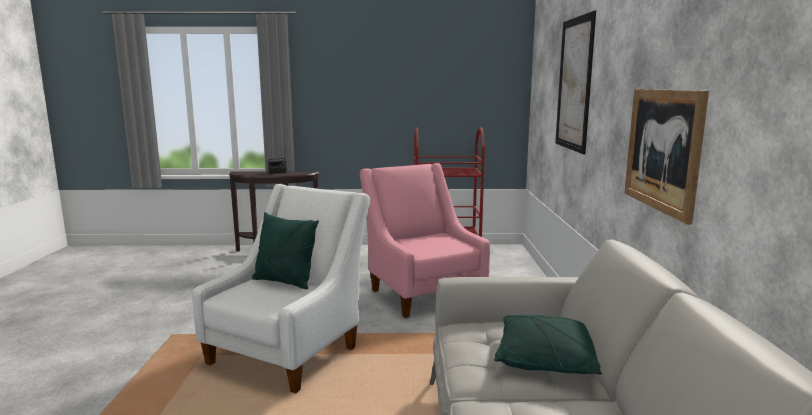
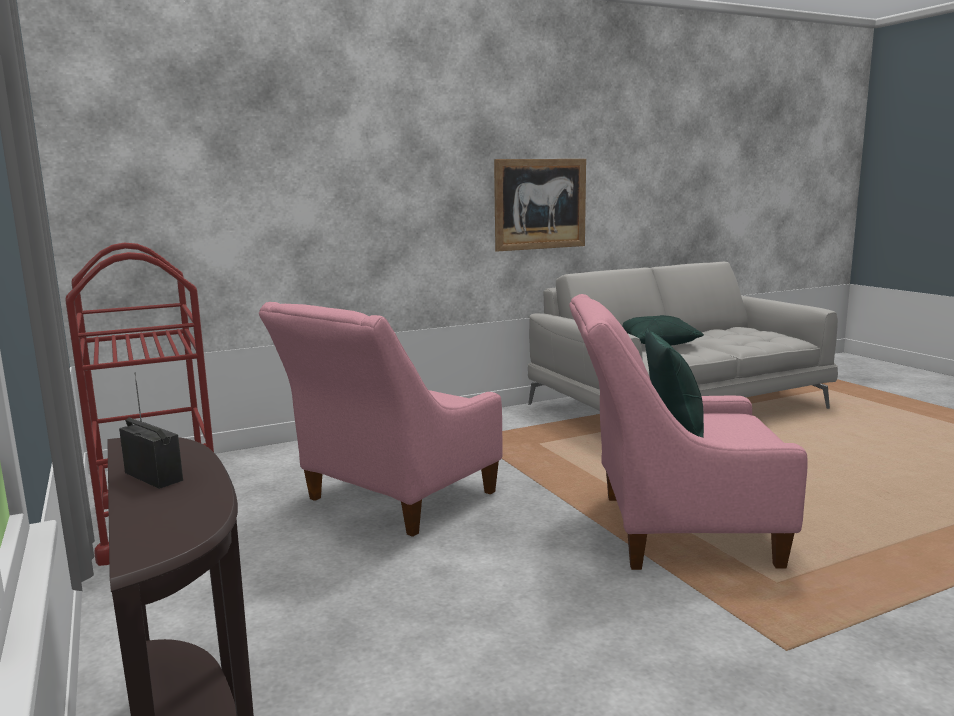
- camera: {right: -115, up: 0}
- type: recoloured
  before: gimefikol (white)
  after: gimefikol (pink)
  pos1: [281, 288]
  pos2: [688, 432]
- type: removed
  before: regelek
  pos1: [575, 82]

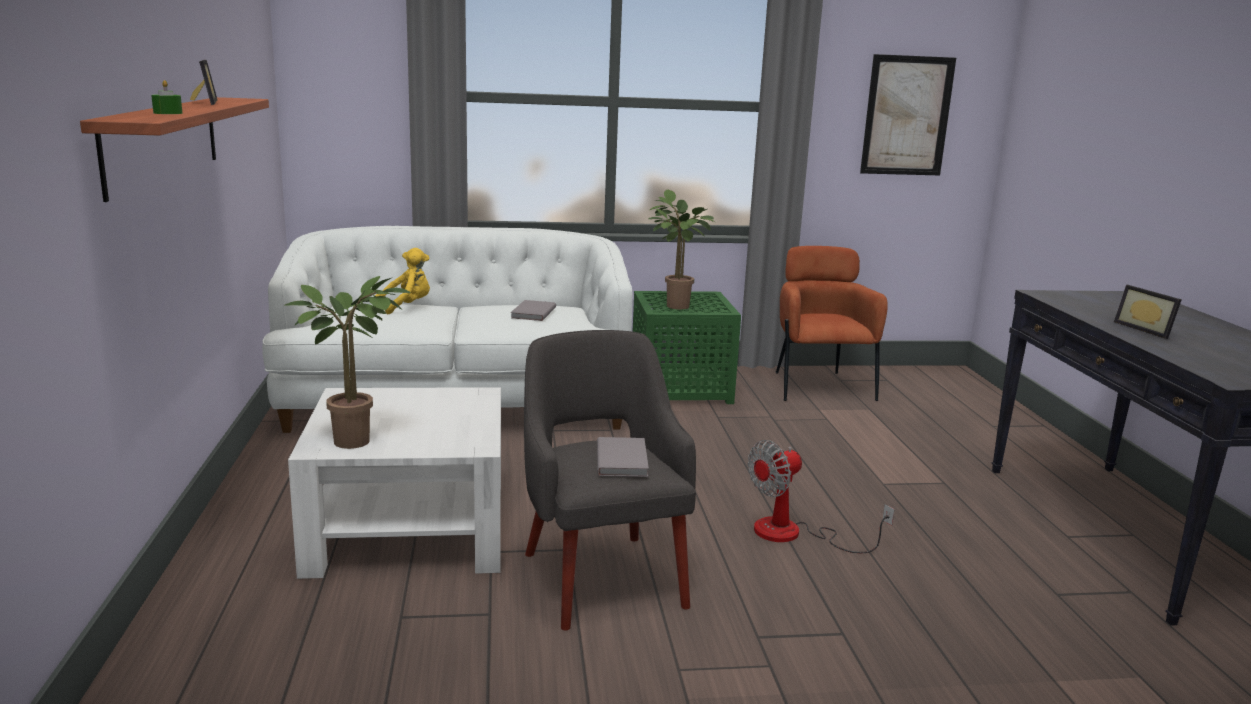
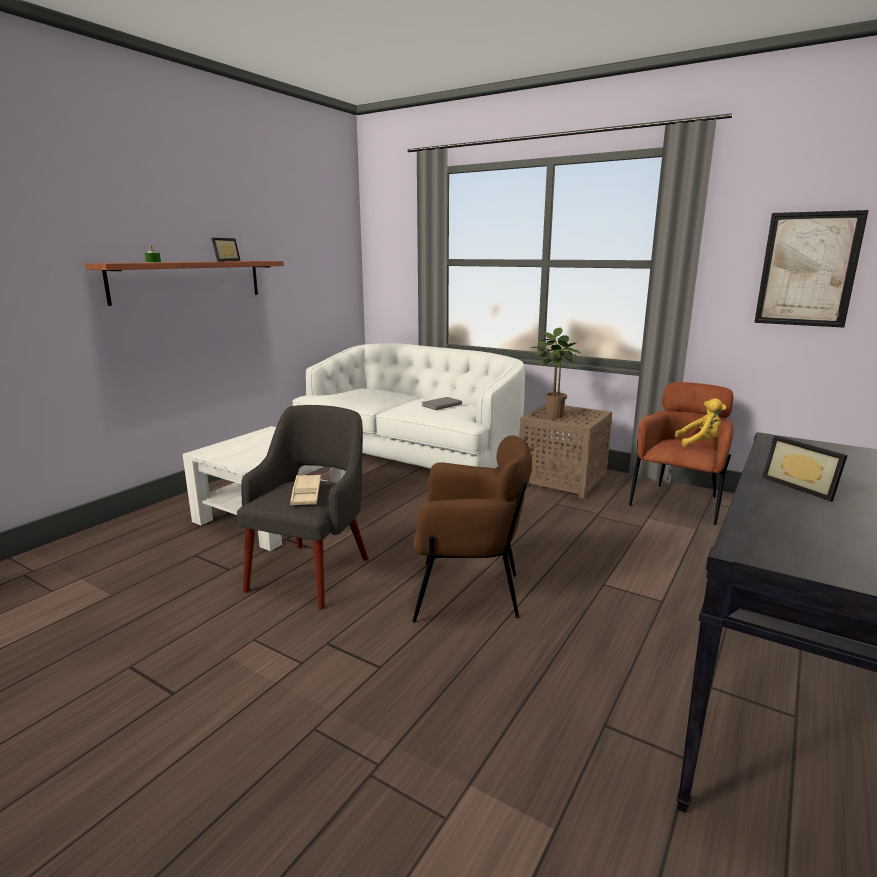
- camera: {right: 40, up: 0}
- type: removed
  before: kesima
  pos1: [347, 362]
- type: moved
  before: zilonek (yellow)
  pos1: [402, 281]
  pos2: [700, 422]
- type: replaced
  before: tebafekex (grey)
  after: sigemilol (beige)
  pos1: [623, 457]
  pos2: [305, 490]
- type: recoloured
  before: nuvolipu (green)
  after: nuvolipu (brown)
  pos1: [687, 347]
  pos2: [566, 451]
- type: replaced
  before: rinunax
  after: gimefikol (brown)
  pos1: [821, 496]
  pos2: [472, 529]
- type: turned
  before: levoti
  pos1: [1148, 311]
  pos2: [805, 468]
  turn: -45

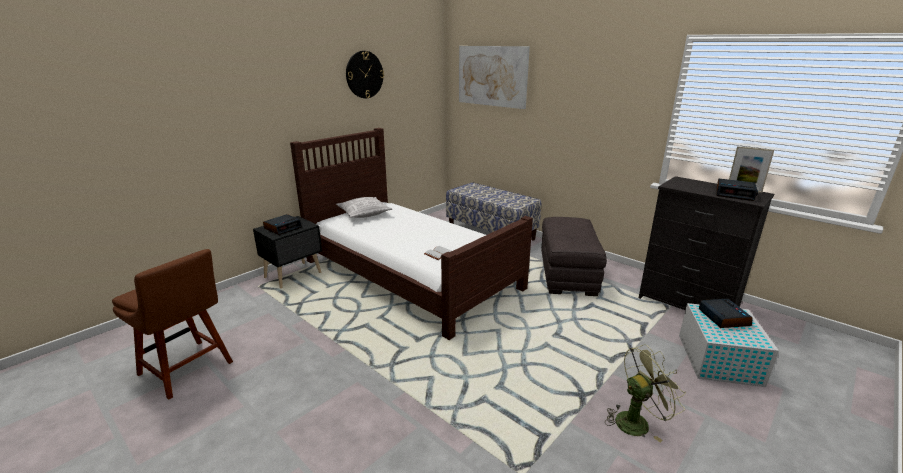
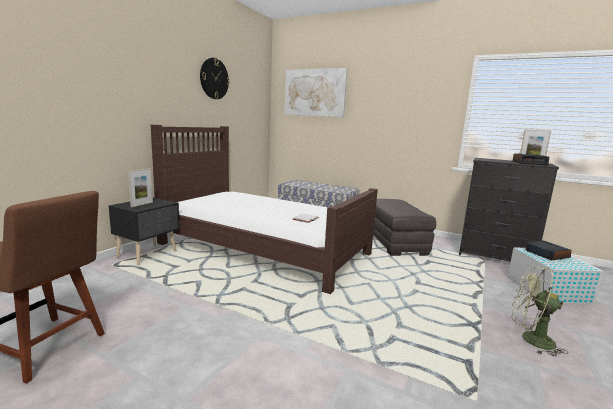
- camera: {right: -15, up: -10}
- type: replaced
  before: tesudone
  after: levoti
  pos1: [282, 224]
  pos2: [140, 187]
- type: removed
  before: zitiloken
  pos1: [364, 207]
- type: turned
  before: rinunax (green)
  pos1: [645, 393]
  pos2: [539, 311]
  turn: -120

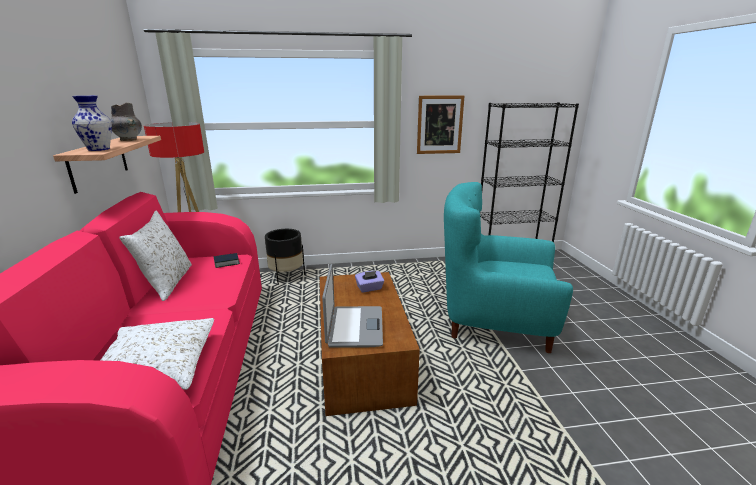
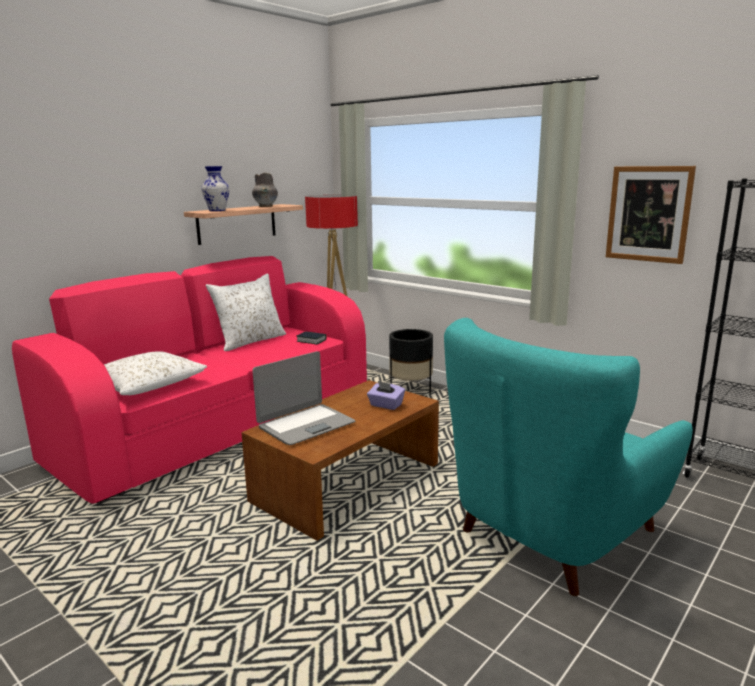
- camera: {right: 50, up: -5}
- type: turned
  before: gimefikol (turquoise)
  pos1: [508, 267]
  pos2: [568, 457]
  turn: -105

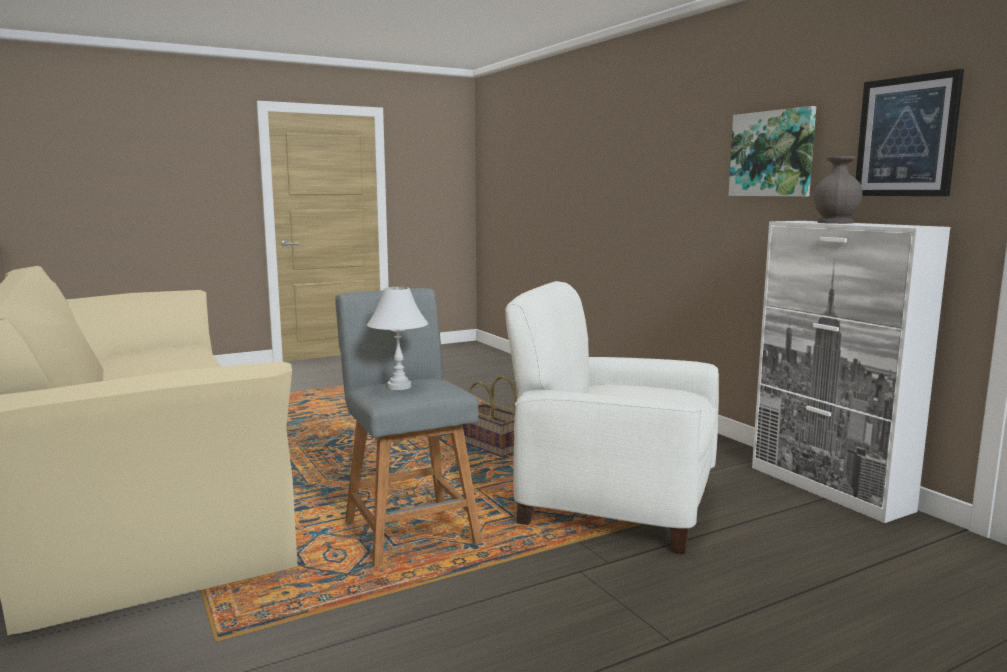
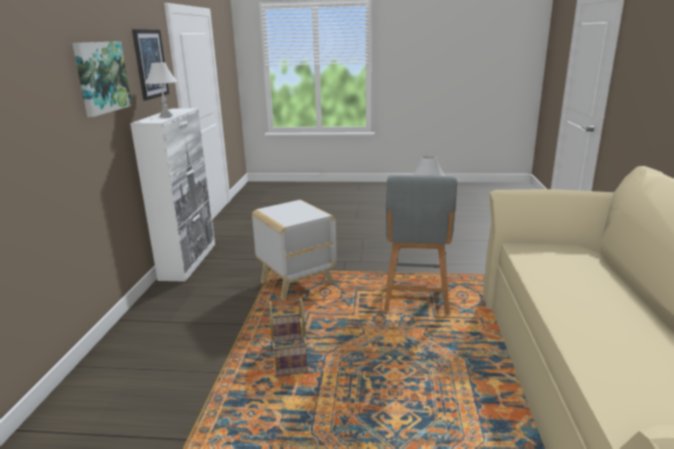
- camera: {right: -145, up: 10}
- type: replaced
  before: gimefikol (white)
  after: nuvolipu (white)
  pos1: [612, 417]
  pos2: [294, 250]
- type: replaced
  before: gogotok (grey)
  after: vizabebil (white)
  pos1: [838, 190]
  pos2: [161, 89]

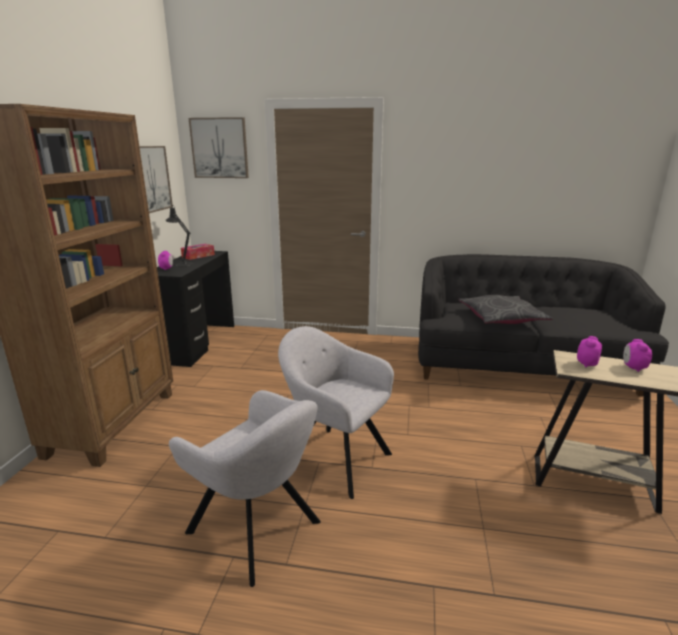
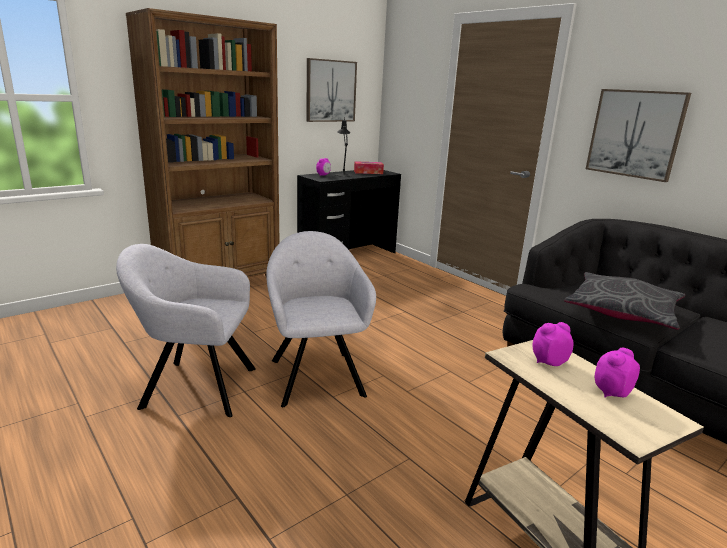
- camera: {right: 40, up: 0}
- type: turned
  before: gimefikol (grey)
  pos1: [245, 488]
  pos2: [186, 330]
  turn: 105
- type: moved
  before: regelek
  pos1: [219, 147]
  pos2: [638, 135]

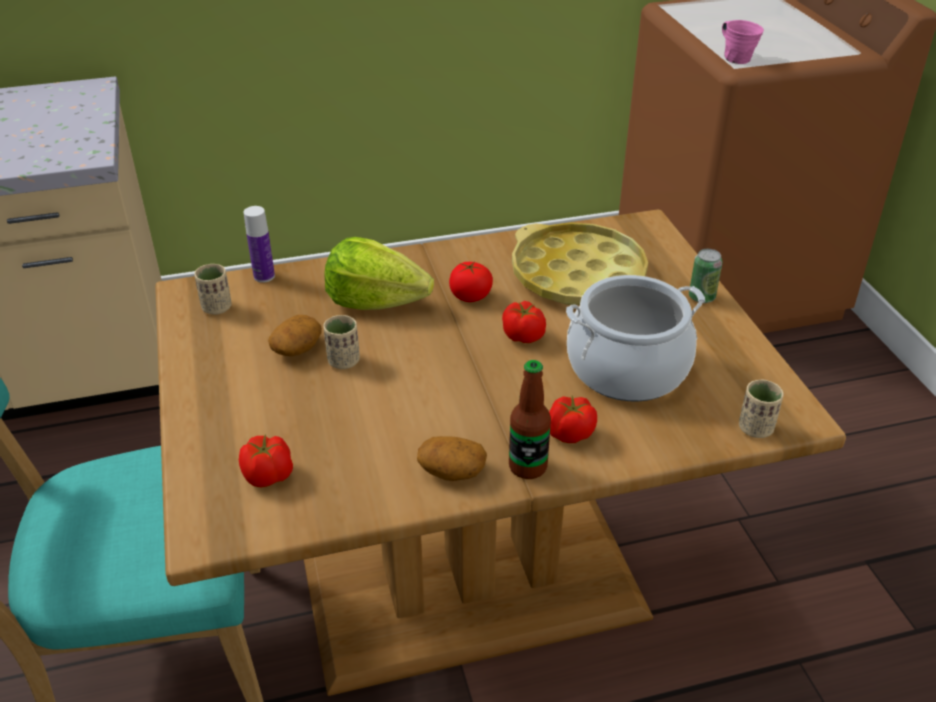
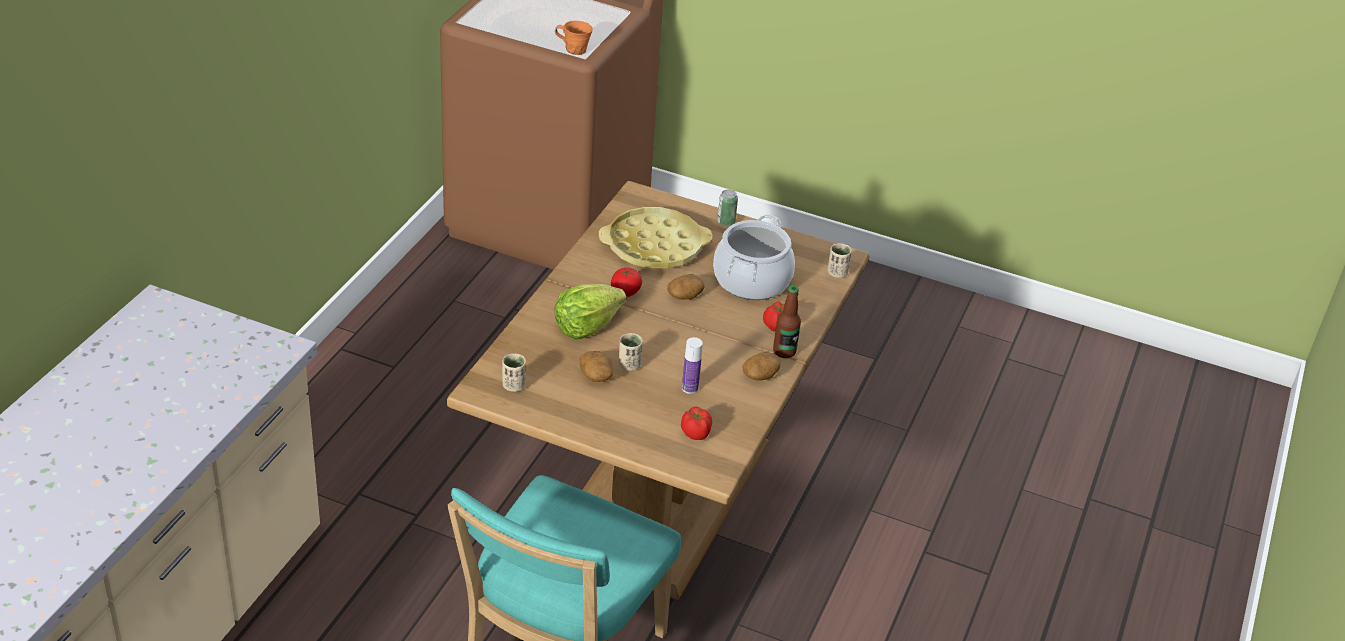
- camera: {right: -55, up: 0}
- type: moved
  before: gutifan
  pos1: [259, 244]
  pos2: [692, 365]
- type: replaced
  before: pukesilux
  after: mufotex
  pos1: [524, 322]
  pos2: [686, 287]
- type: recoloured
  before: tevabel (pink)
  after: tevabel (orange)
  pos1: [743, 42]
  pos2: [574, 38]

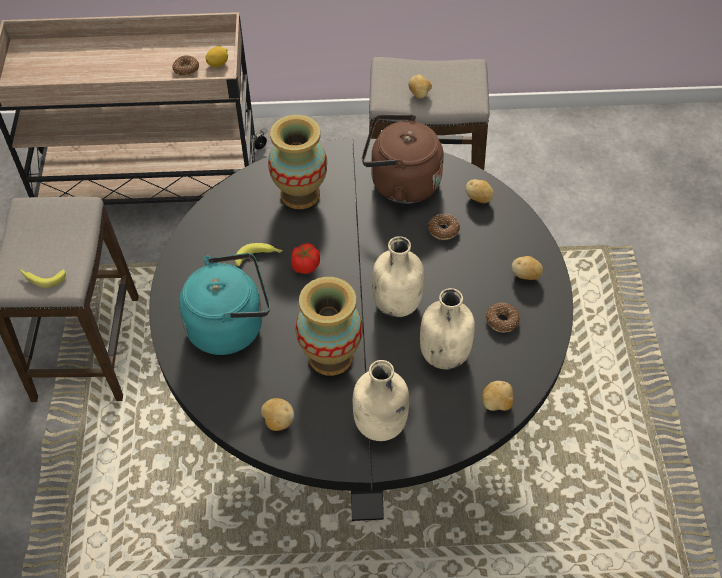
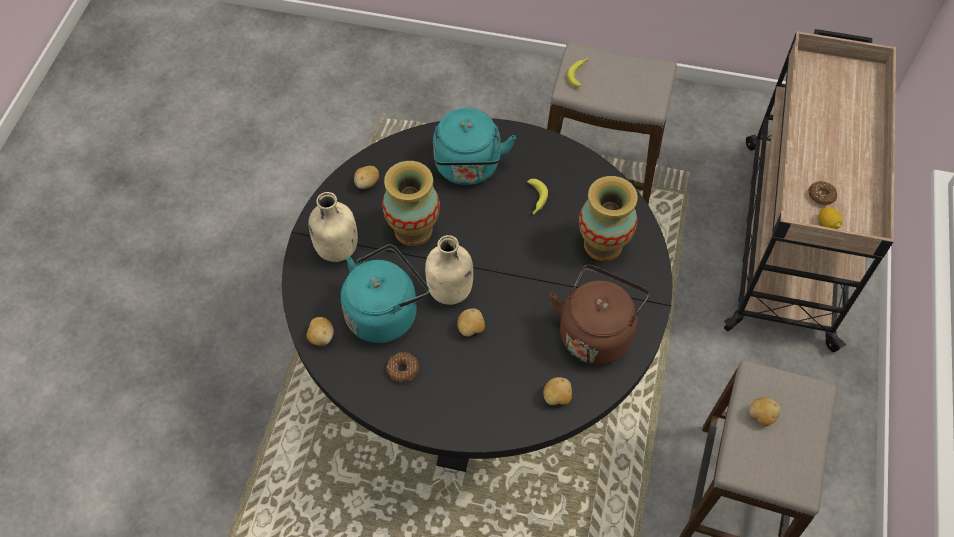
- camera: {right: 105, up: 5}
- type: removed
  before: pukesilux
  pos1: [305, 258]
- type: replaced
  before: gutifan (beige)
  after: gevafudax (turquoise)
  pos1: [447, 329]
  pos2: [385, 293]
- type: removed
  before: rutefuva
  pos1: [444, 227]
- type: moved
  before: mufotex
  pos1: [527, 268]
  pos2: [471, 322]

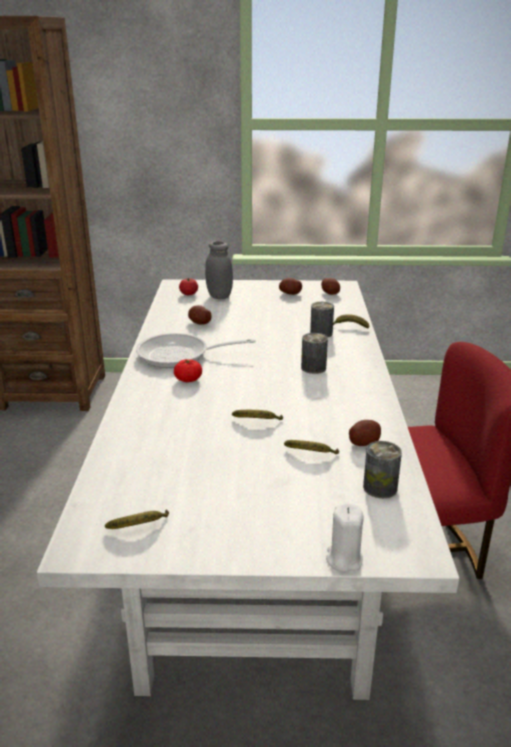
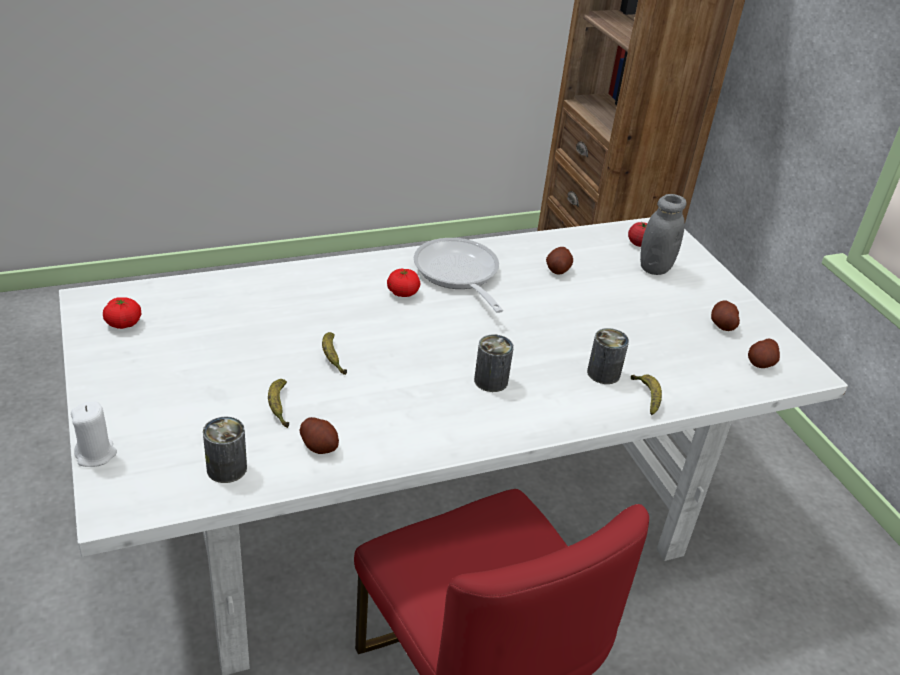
- camera: {right: 65, up: 10}
- type: replaced
  before: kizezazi
  after: pukesilux
  pos1: [137, 519]
  pos2: [122, 313]

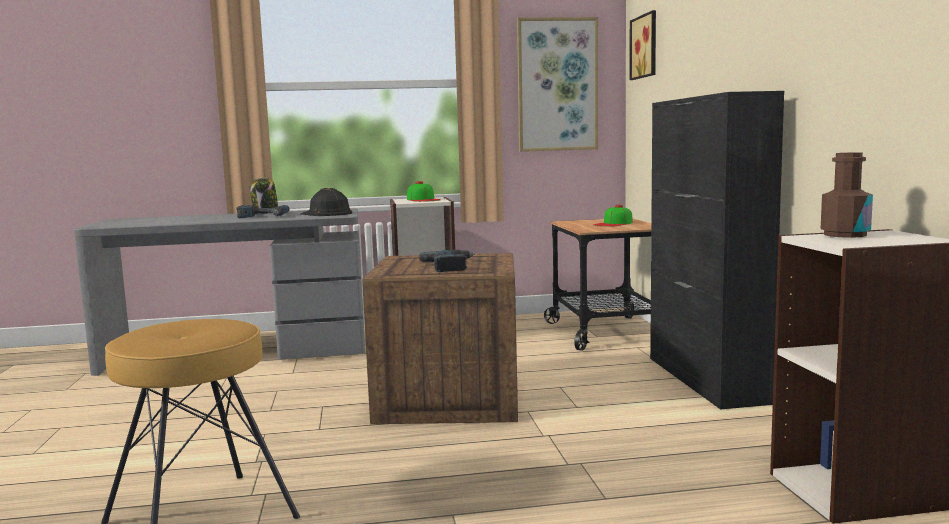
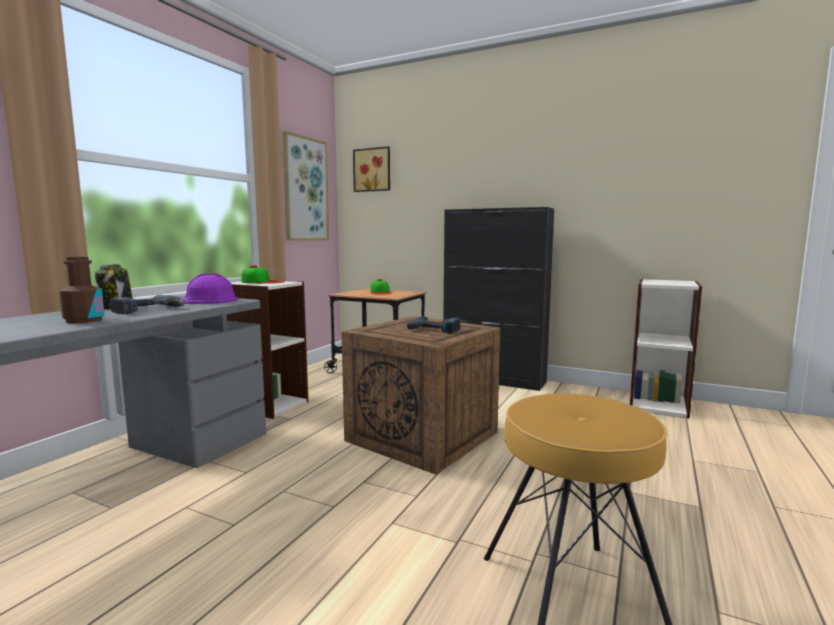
- camera: {right: -55, up: 0}
- type: recoloured
  before: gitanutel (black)
  after: gitanutel (purple)
  pos1: [326, 202]
  pos2: [209, 288]
- type: moved
  before: gutifan (brown)
  pos1: [847, 195]
  pos2: [82, 290]

